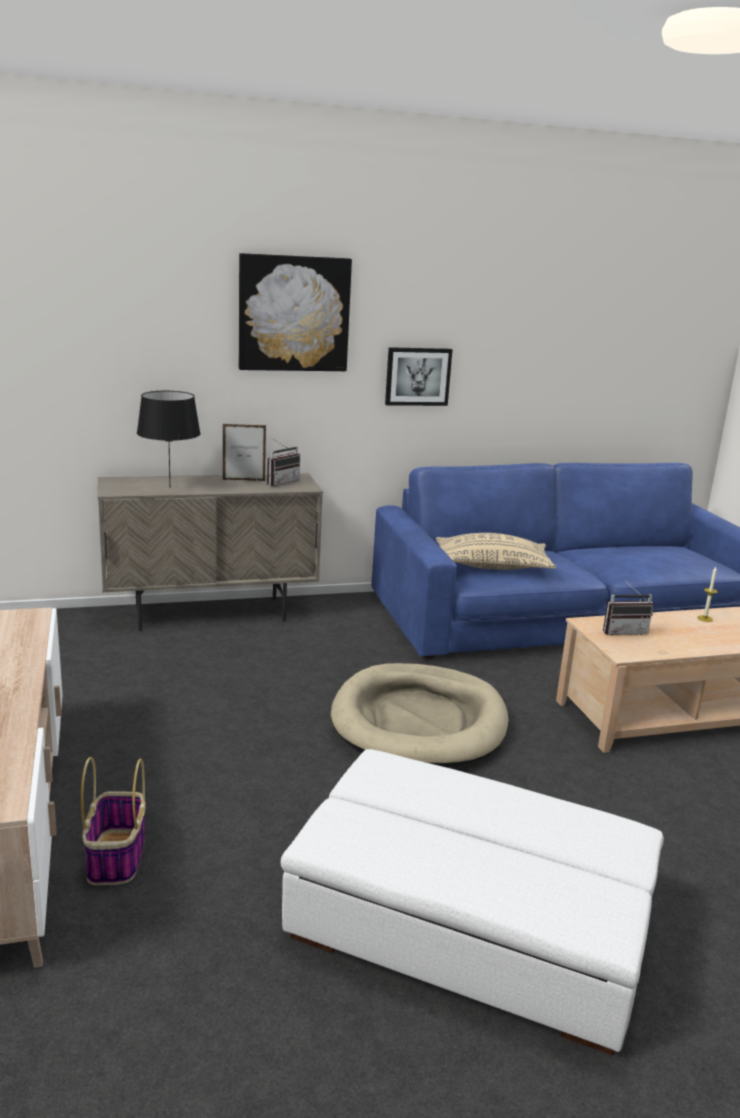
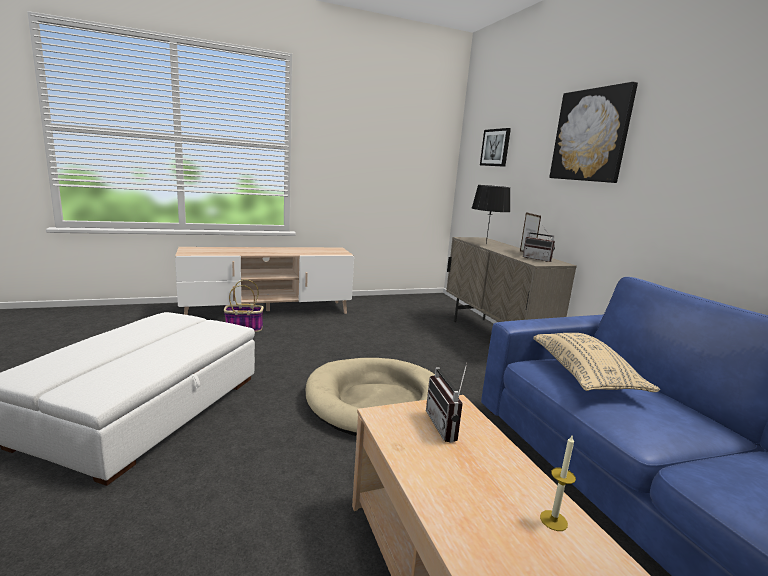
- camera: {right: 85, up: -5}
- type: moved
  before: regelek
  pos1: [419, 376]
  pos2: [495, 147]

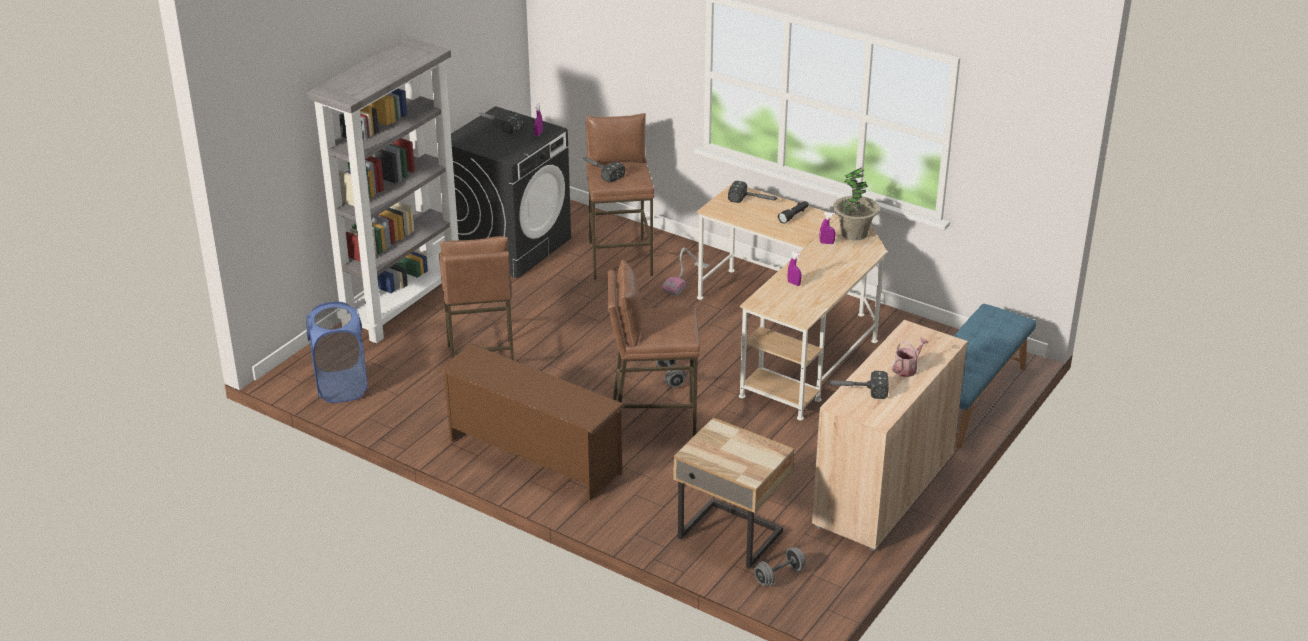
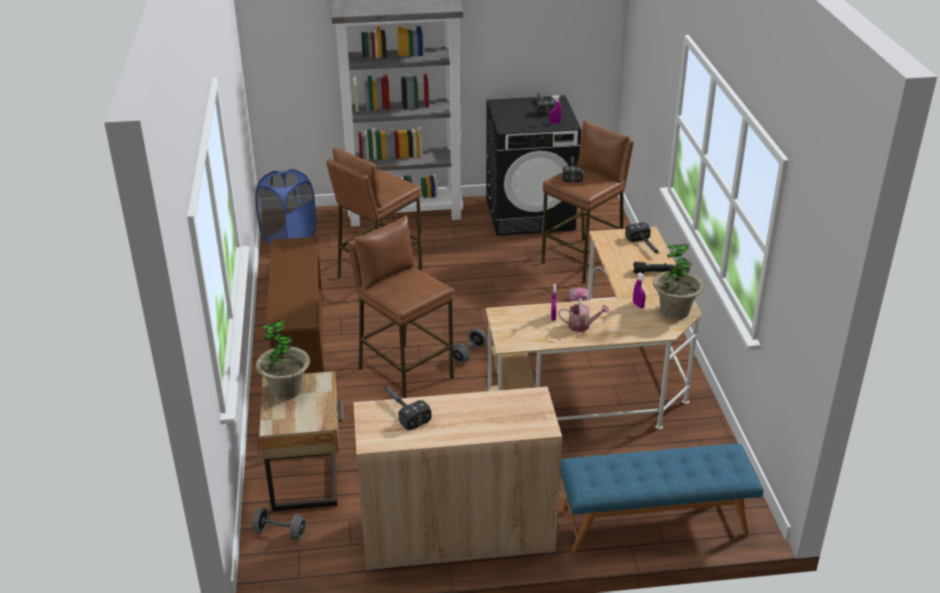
- camera: {right: 50, up: 0}
- type: moved
  before: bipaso
  pos1: [910, 357]
  pos2: [583, 315]
- type: added
  after: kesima
  pos2: [283, 359]

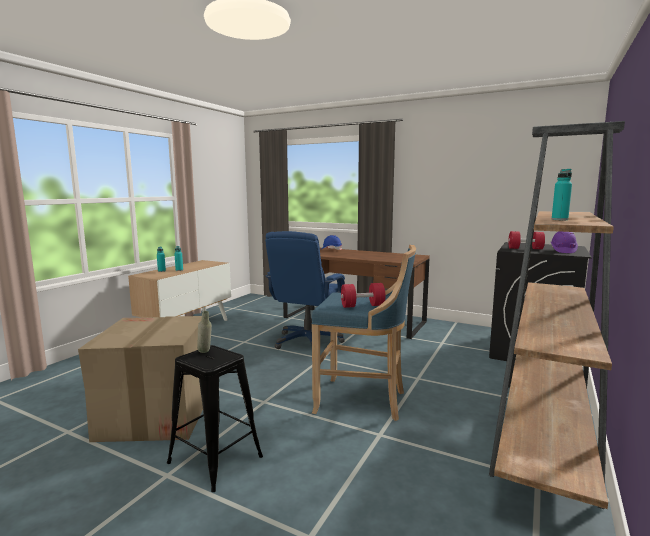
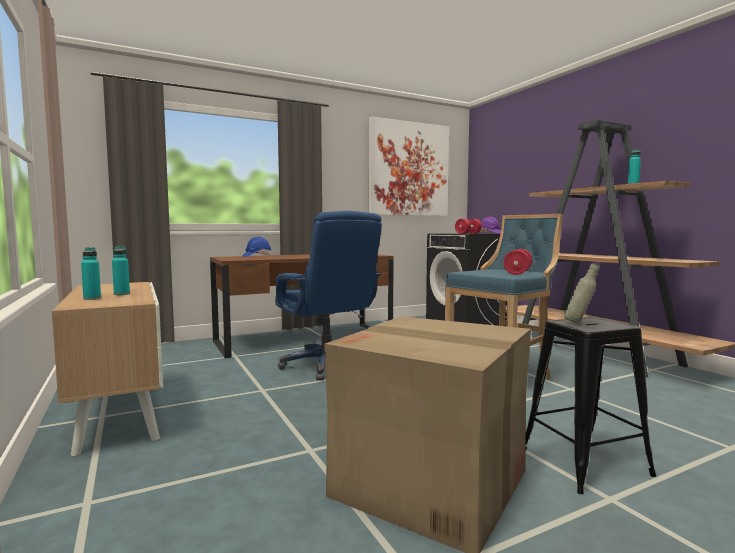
- camera: {right: -55, up: -5}
- type: added
  after: regelek
  pos2: [409, 166]

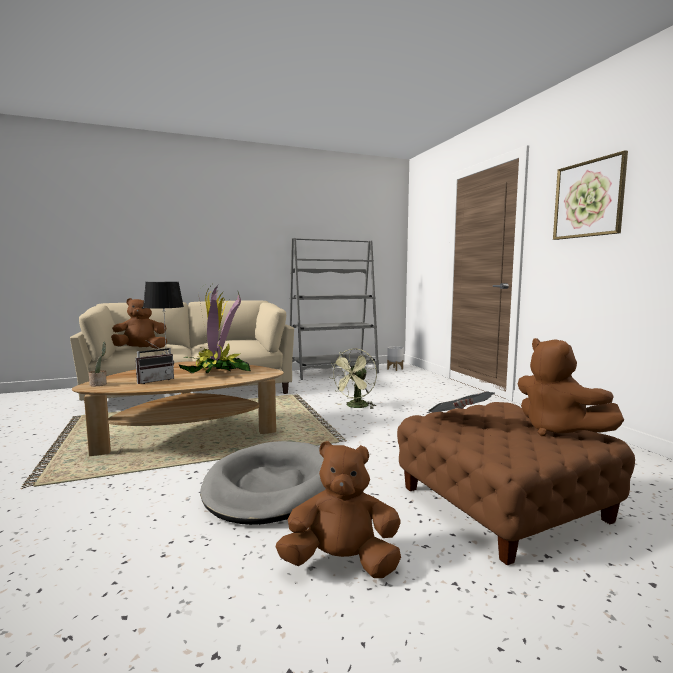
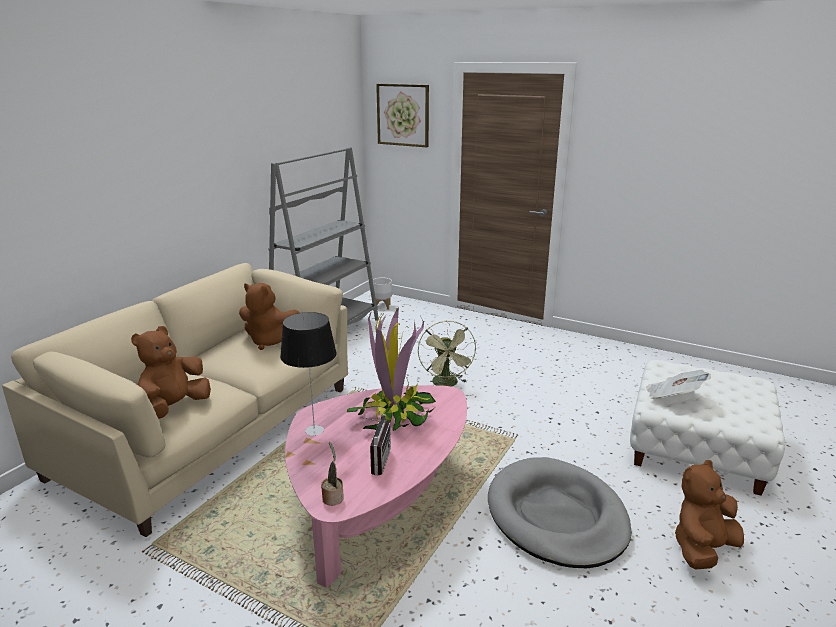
- camera: {right: -40, up: 15}
- type: recoloured
  before: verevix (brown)
  after: verevix (pink)
  pos1: [178, 408]
  pos2: [376, 486]
- type: recoloured
  before: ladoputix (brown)
  after: ladoputix (white)
  pos1: [516, 483]
  pos2: [707, 428]
- type: moved
  before: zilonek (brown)
  pos1: [571, 387]
  pos2: [269, 316]
- type: moved
  before: regelek
  pos1: [590, 195]
  pos2: [402, 115]

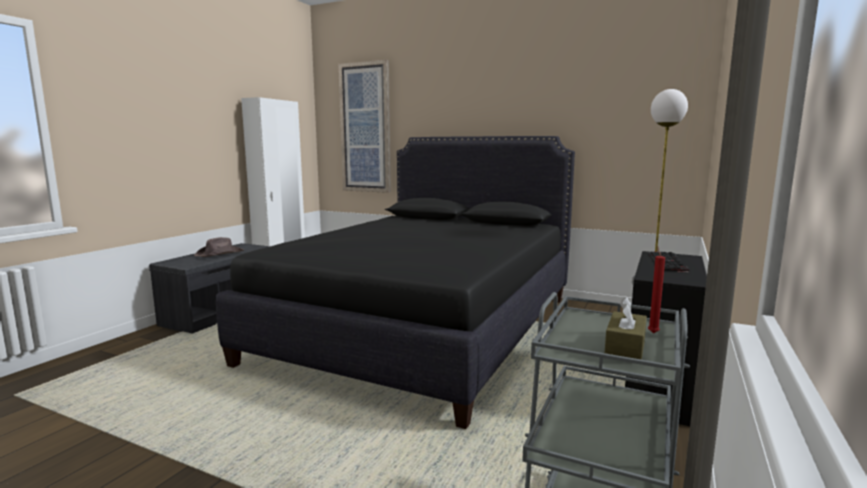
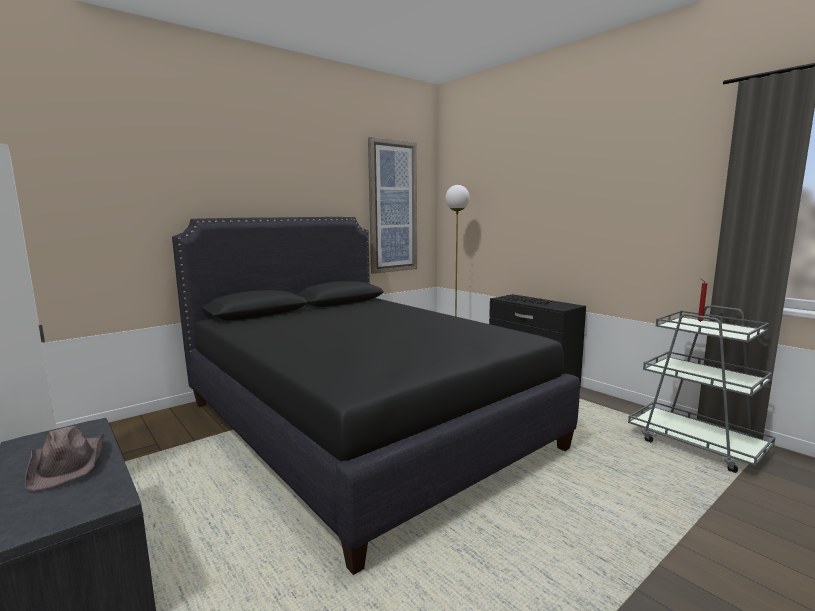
- camera: {right: -65, up: 0}
- type: moved
  before: regelek
  pos1: [364, 126]
  pos2: [392, 205]
- type: removed
  before: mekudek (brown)
  pos1: [626, 328]

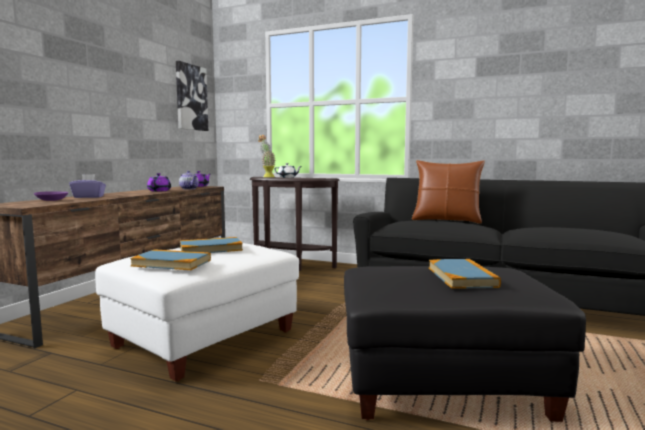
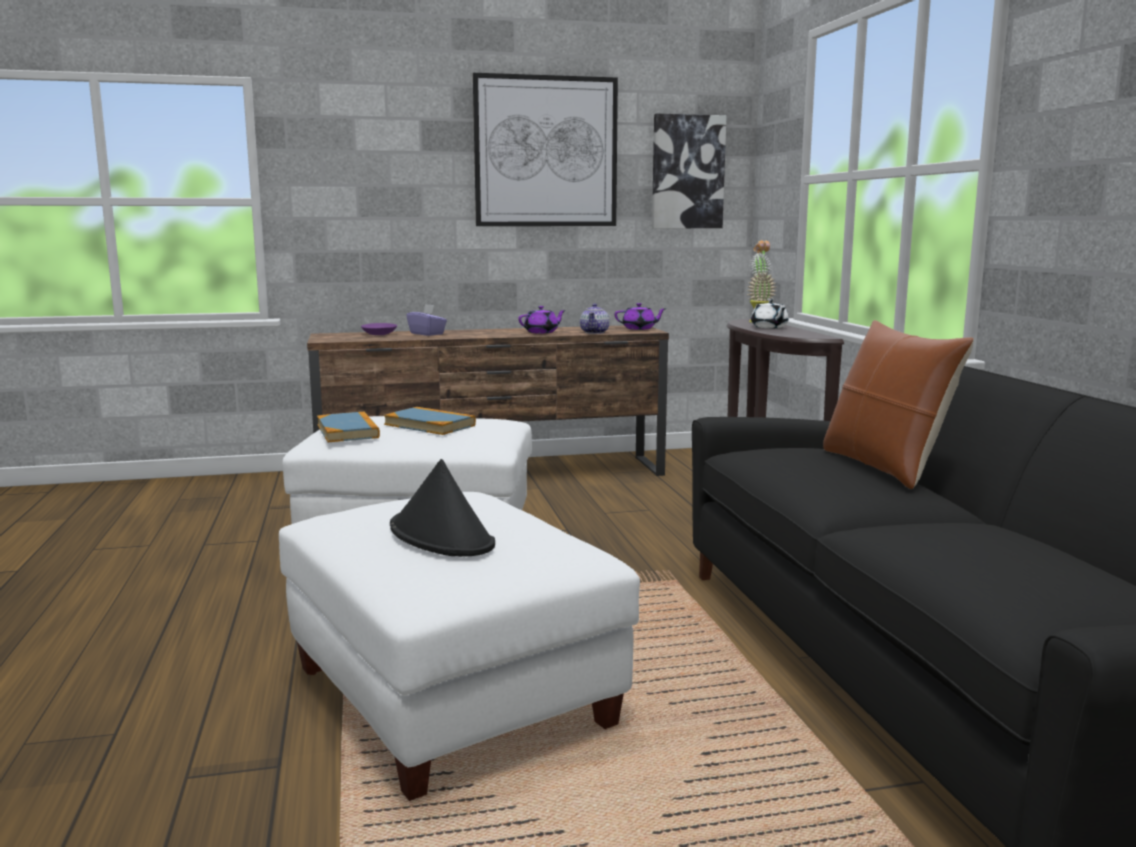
- camera: {right: 55, up: 5}
- type: recoloured
  before: ladoputix (black)
  after: ladoputix (white)
  pos1: [465, 344]
  pos2: [459, 646]
- type: replaced
  before: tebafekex
  after: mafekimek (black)
  pos1: [465, 274]
  pos2: [442, 508]
- type: added
  after: regelek
  pos2: [545, 149]

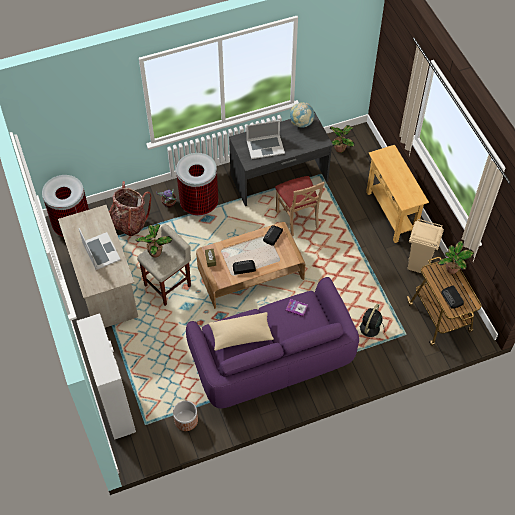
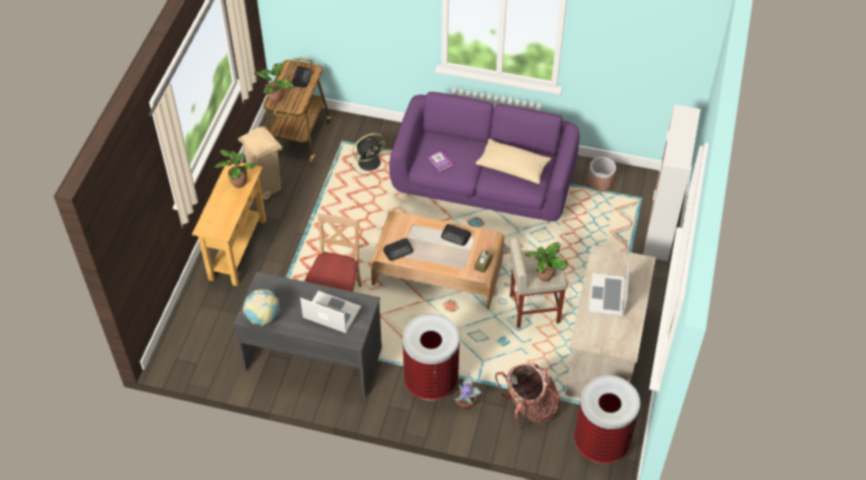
- camera: {right: -145, up: -5}
- type: moved
  before: kesima
  pos1: [342, 139]
  pos2: [235, 168]

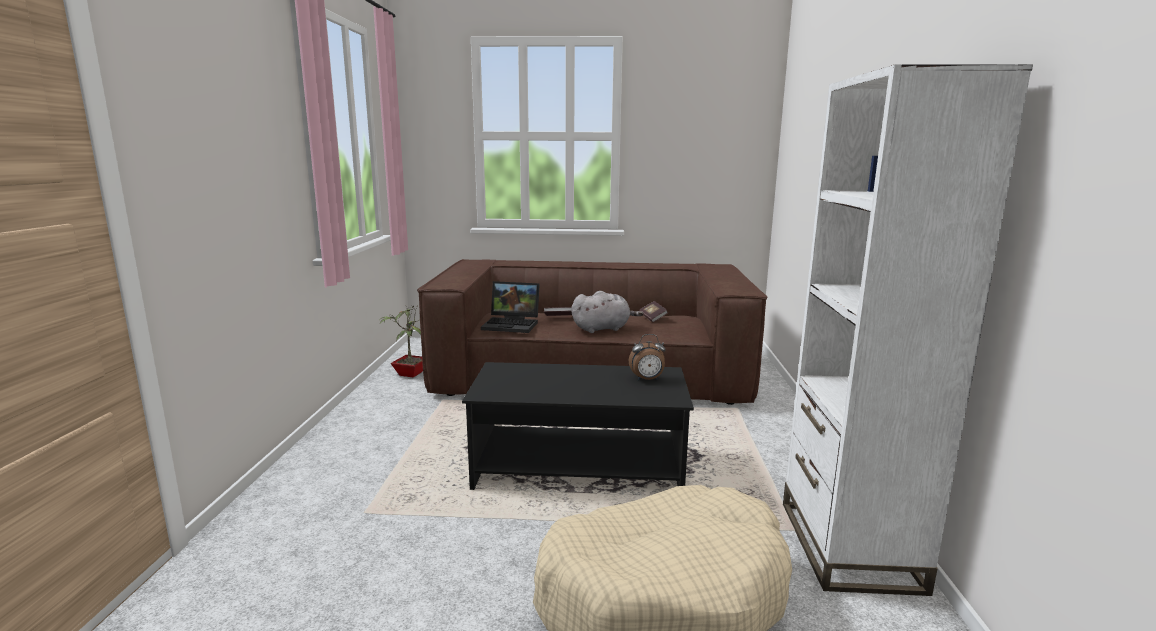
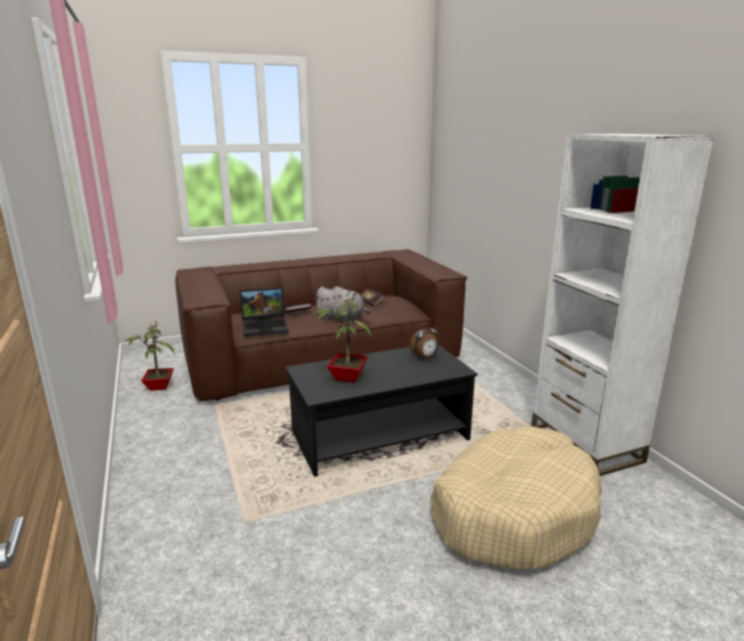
- camera: {right: -25, up: 5}
- type: turned
  before: zilonek (grey)
  pos1: [607, 312]
  pos2: [342, 304]
  turn: 60
- type: added
  after: kesima
  pos2: [343, 338]

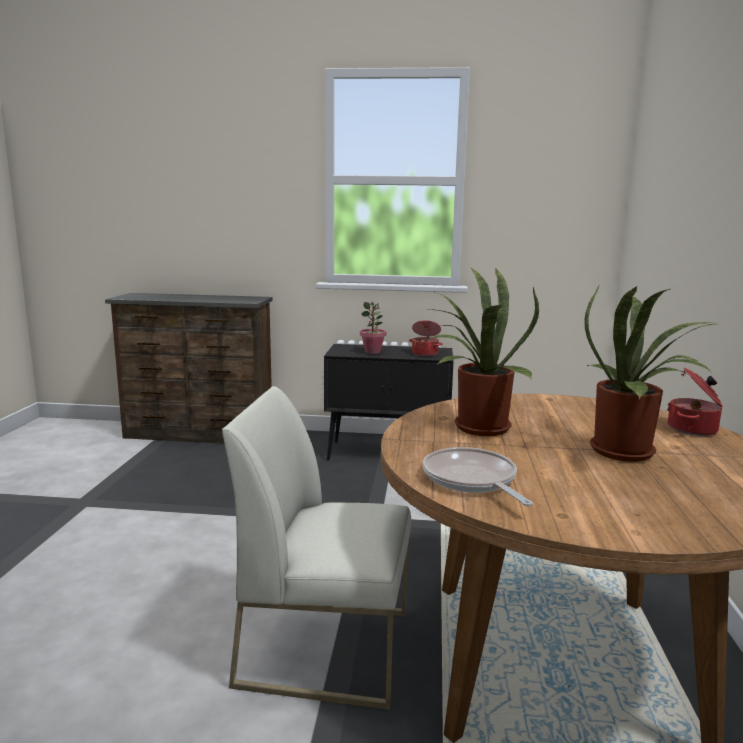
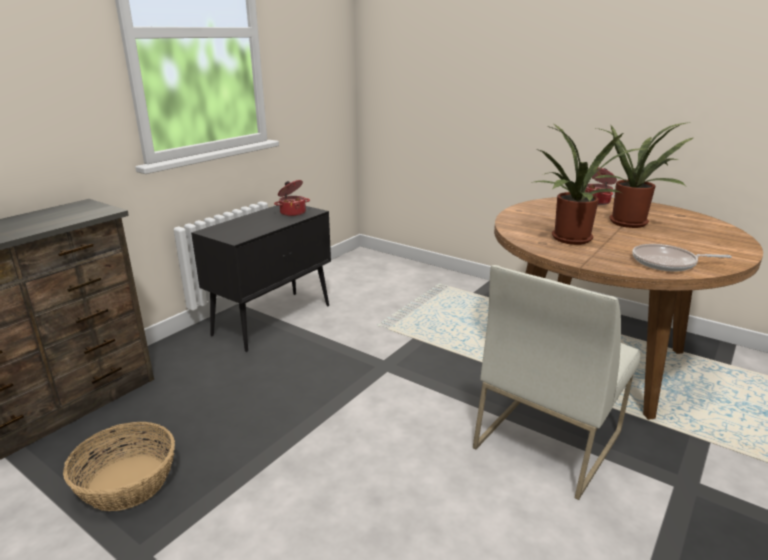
- camera: {right: -60, up: 10}
- type: removed
  before: kesima
  pos1: [373, 328]
- type: added
  after: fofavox
  pos2: [119, 466]

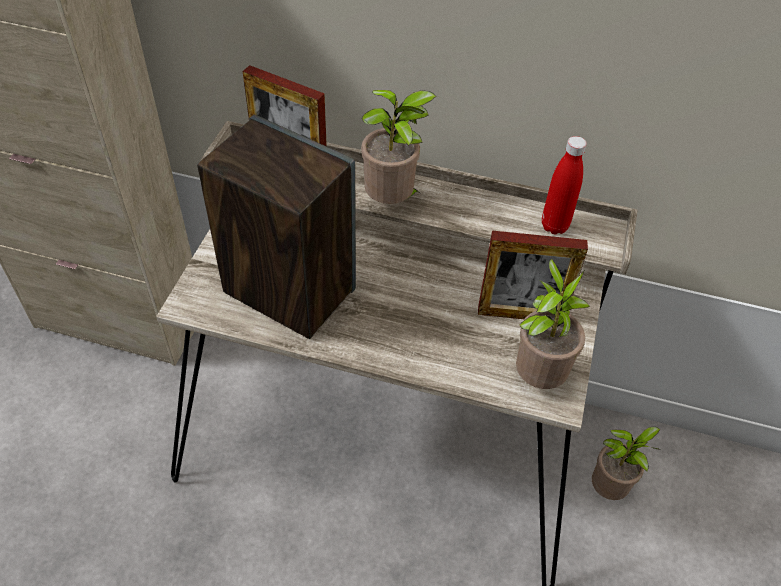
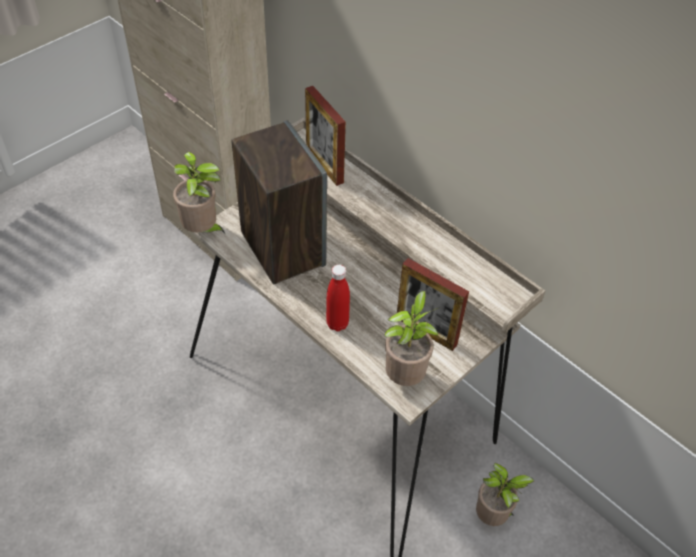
- camera: {right: 30, up: 0}
- type: moved
  before: kesima
  pos1: [398, 147]
  pos2: [199, 192]
- type: moved
  before: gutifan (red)
  pos1: [564, 185]
  pos2: [338, 298]

